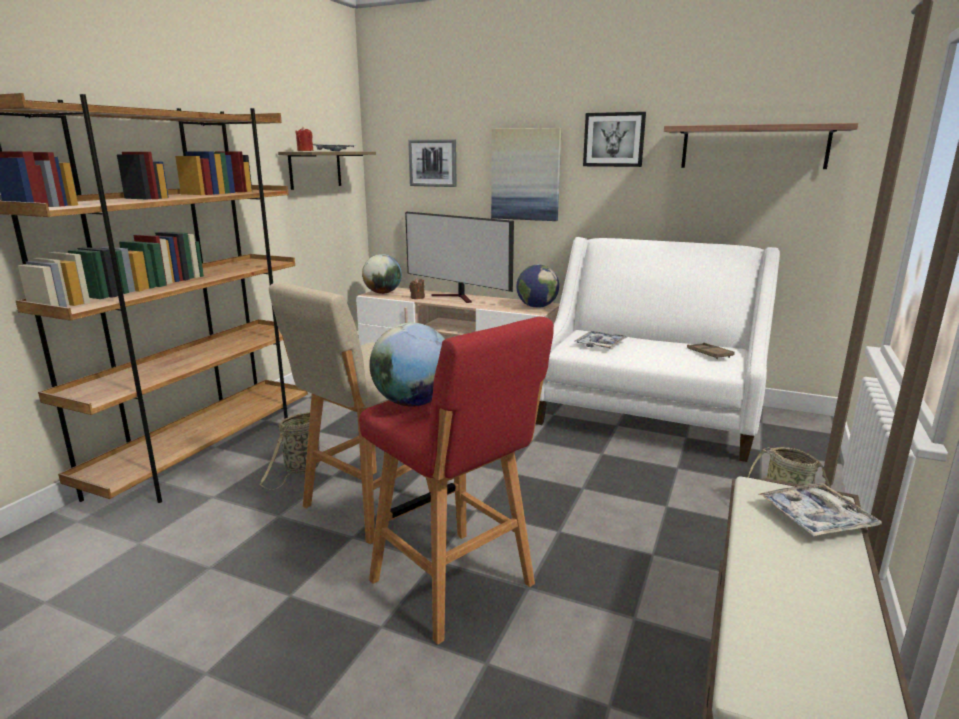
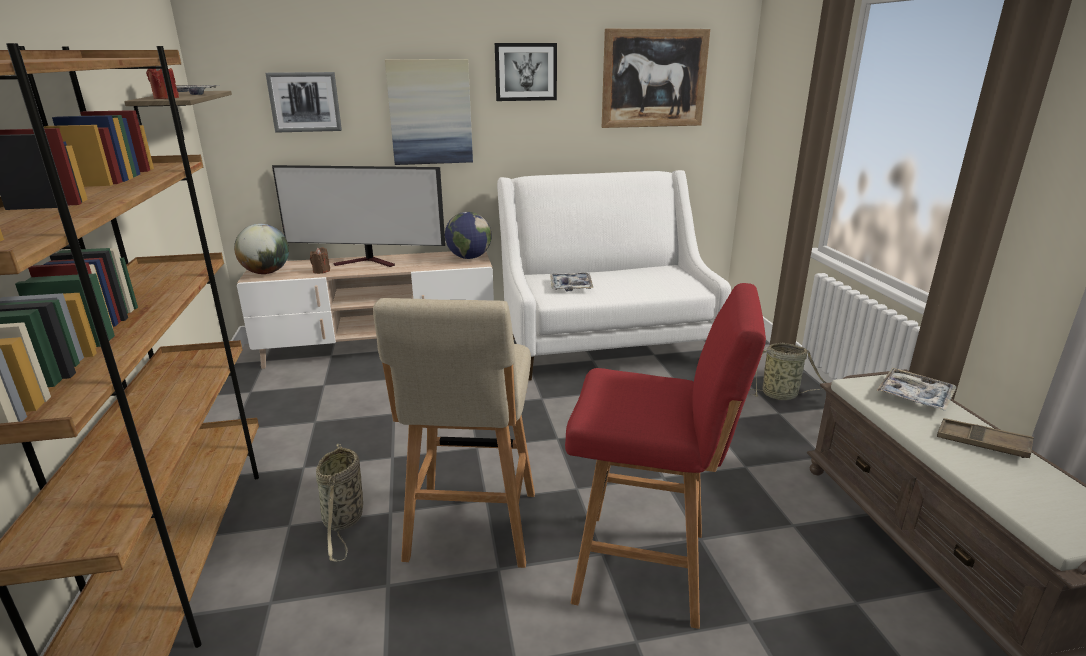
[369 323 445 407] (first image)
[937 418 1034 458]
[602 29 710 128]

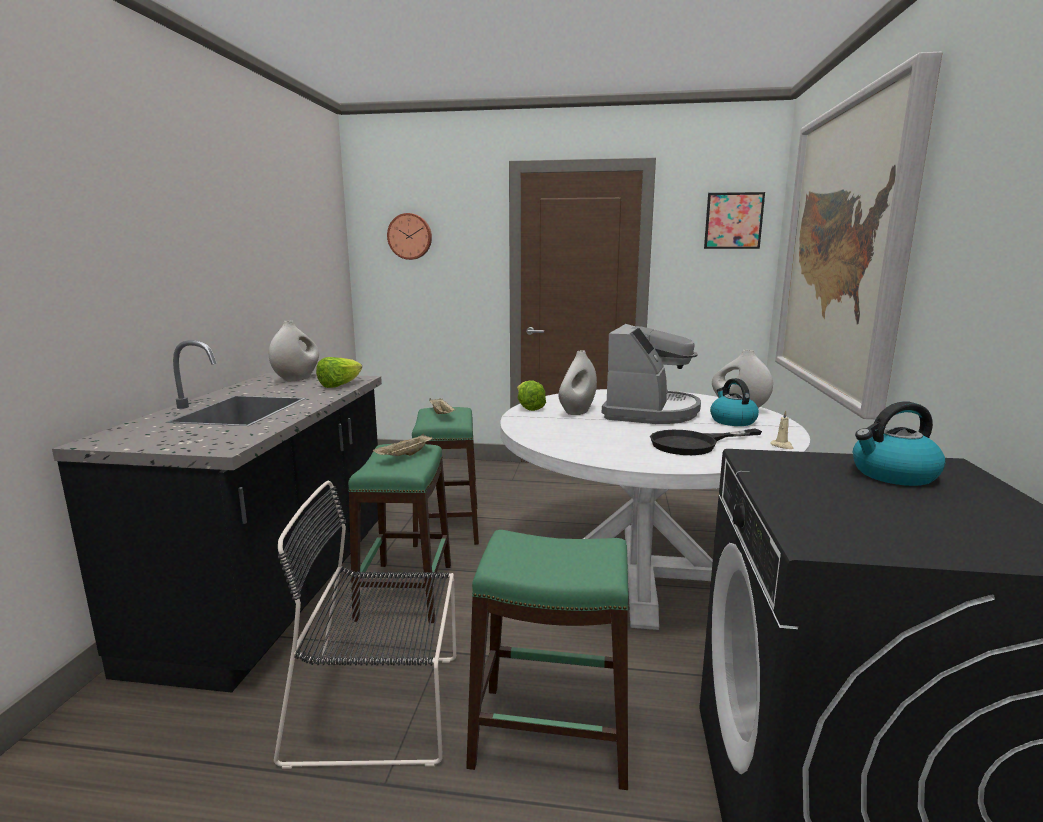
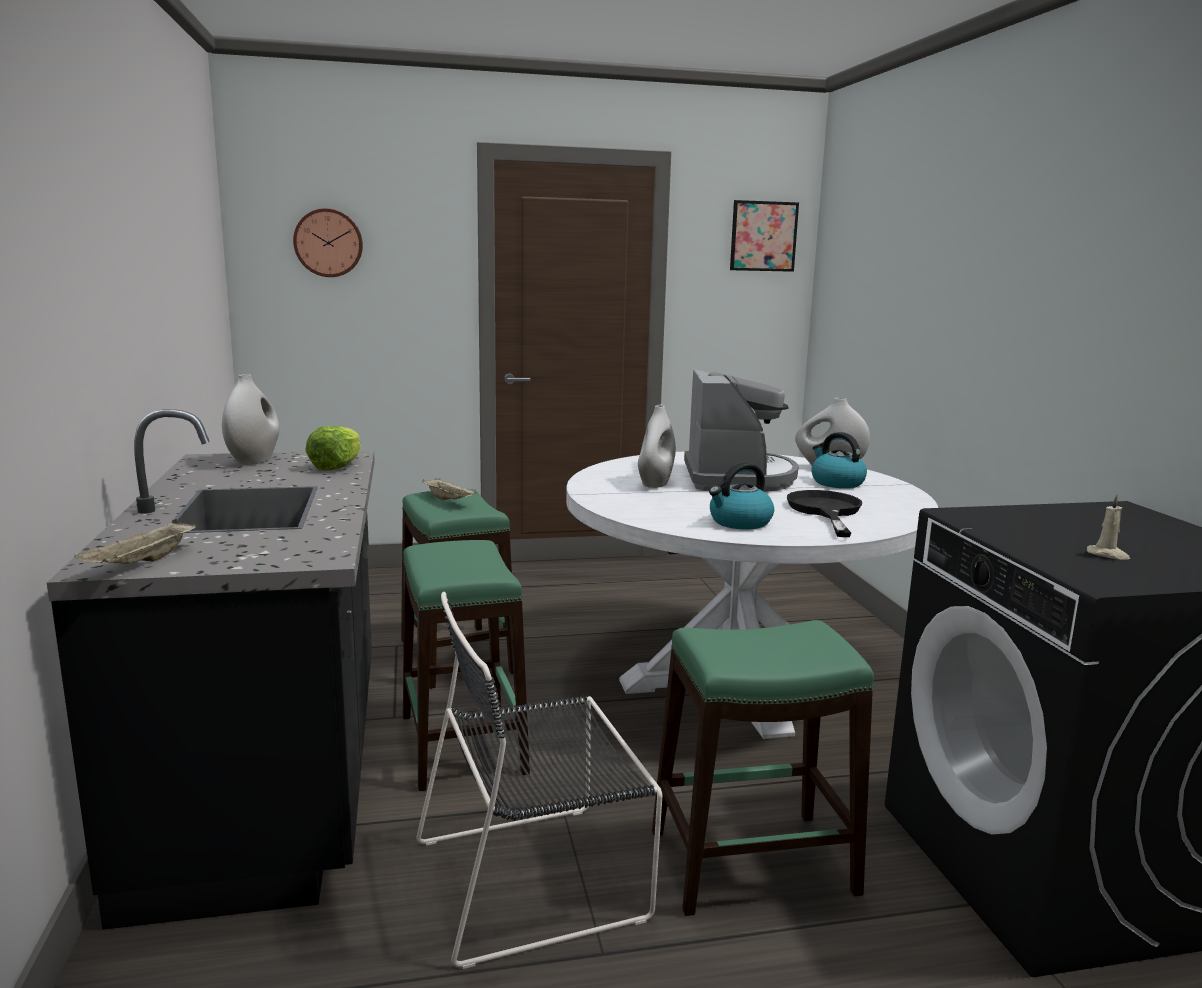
[517 380 546 411] (first image)
[775 52 943 419] (first image)
[74 519 196 564]
[1087 495 1130 560]
[709 462 774 530]
[787 490 862 537]

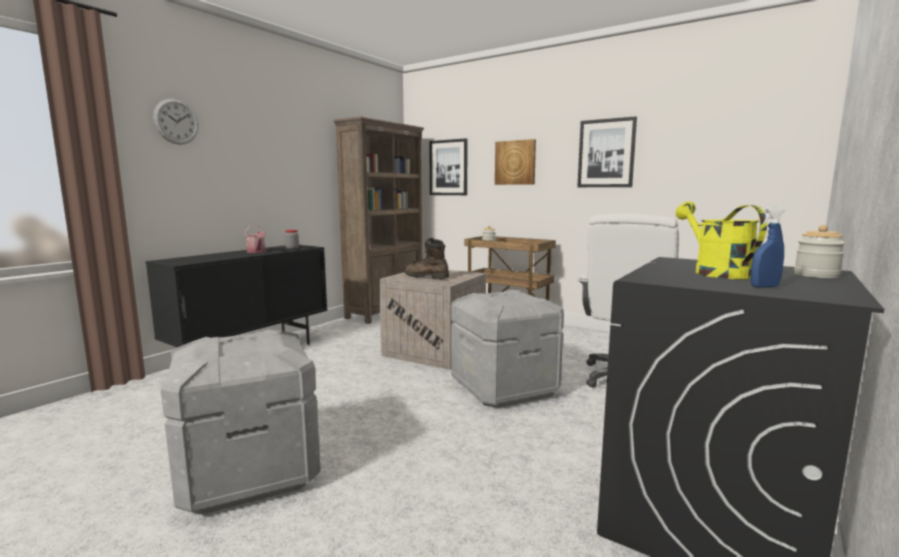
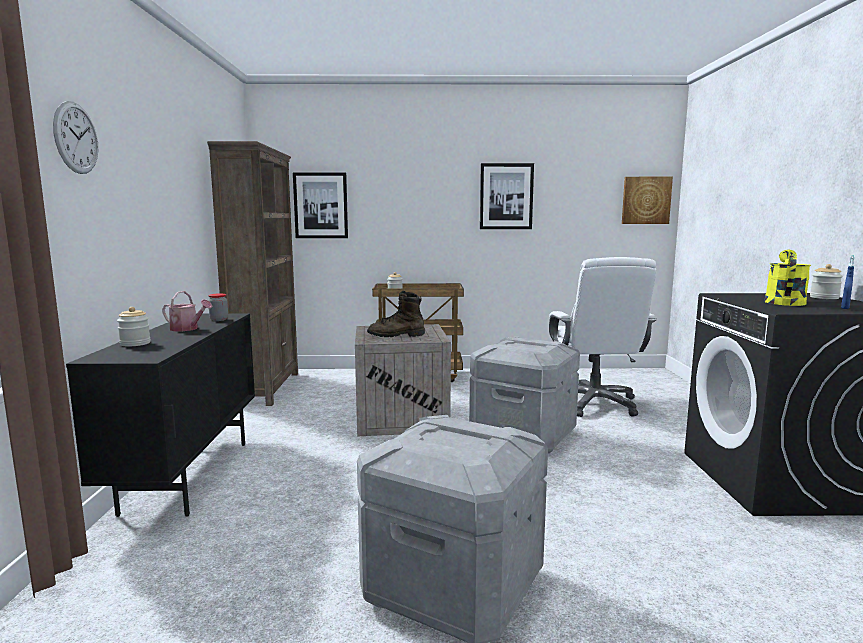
[117 307 151 347]
[622 177 673 224]
[765 250 811 306]

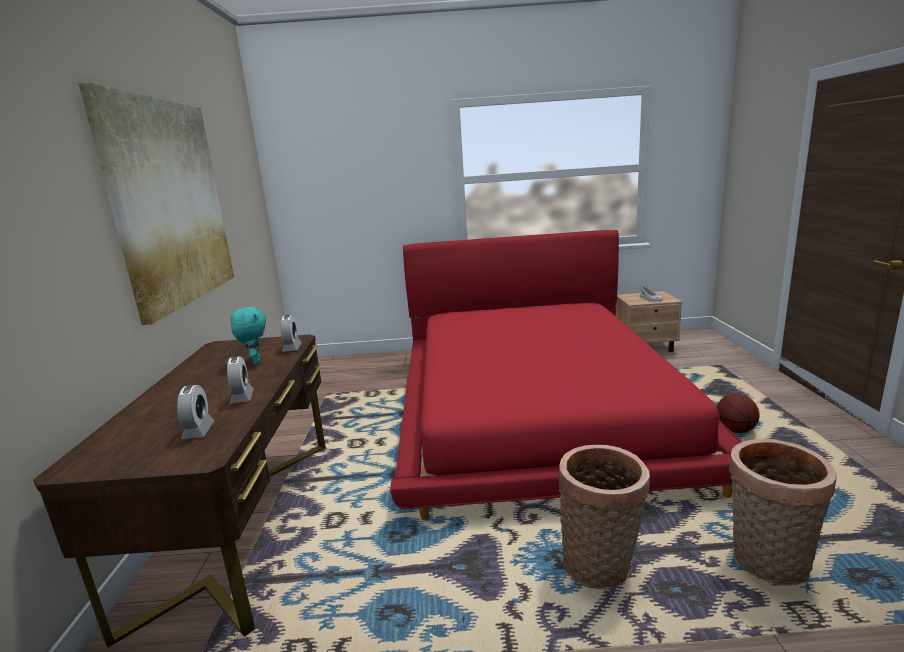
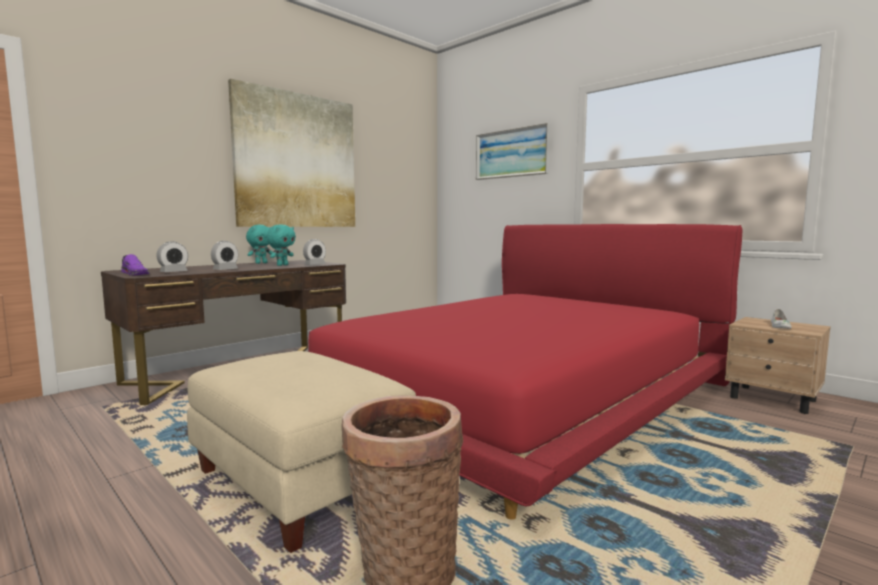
[717 394 760 433] (first image)
[121 254 150 276]
[246 225 273 264]
[476 123 550 180]
[187 351 416 553]

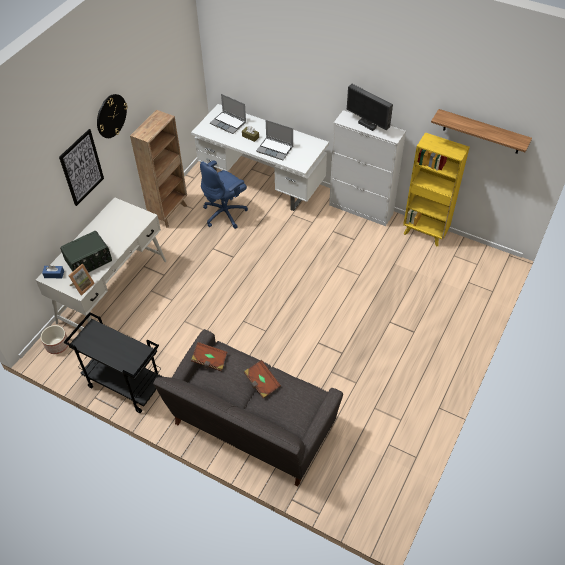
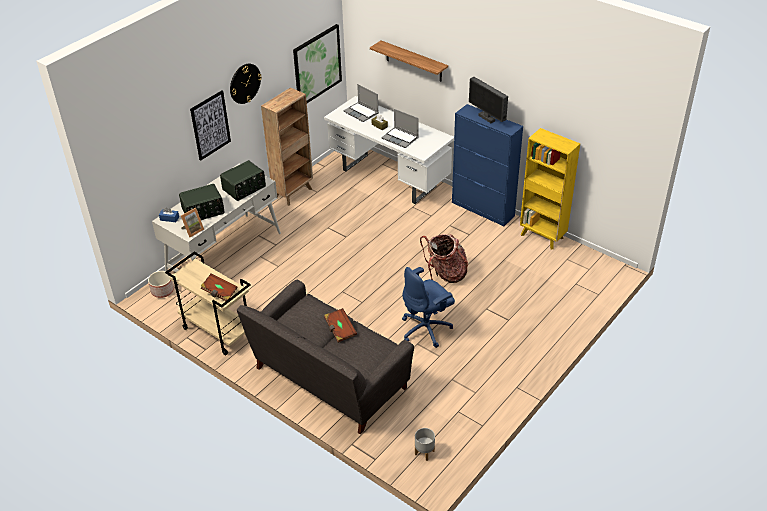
[220 160 266 201]
[293 24 342 103]
[415 428 435 461]
[420 234 468 283]
[201 273 237 301]
[402 267 455 348]
[370 40 448 81]
[165 252 251 355]
[452 104 523 226]

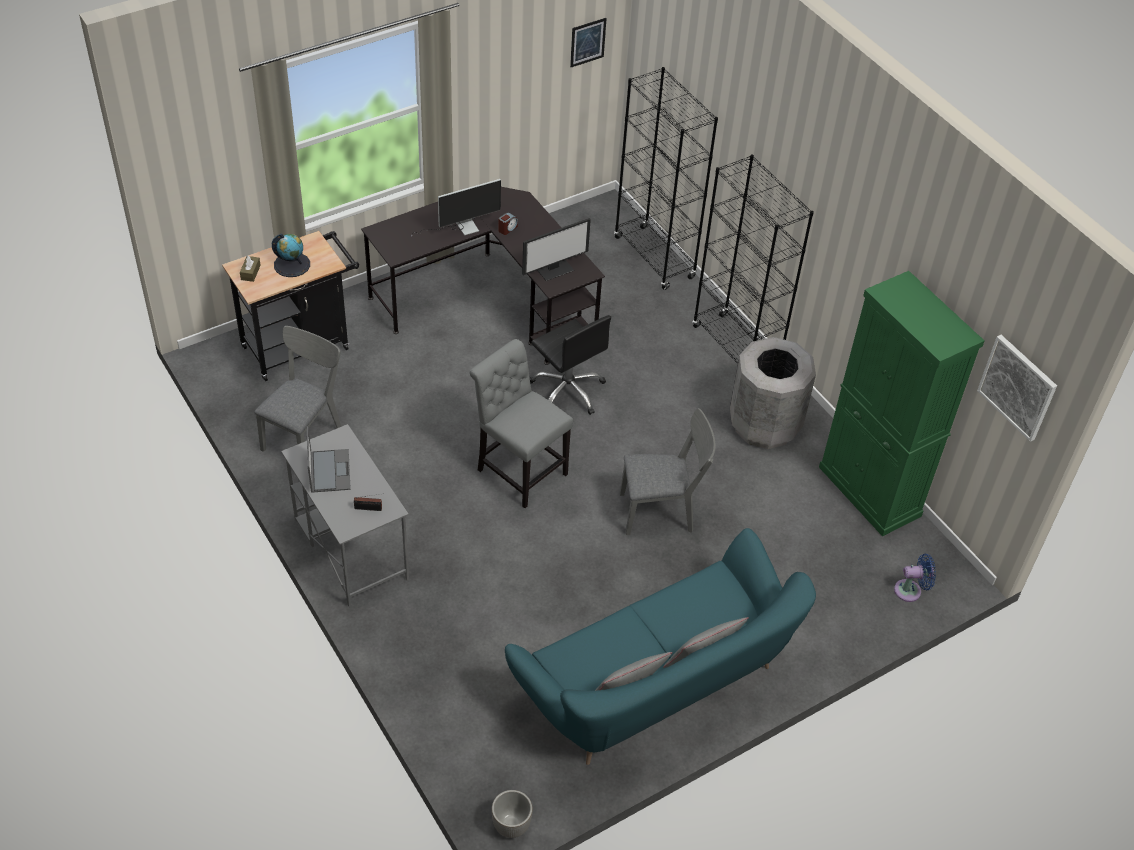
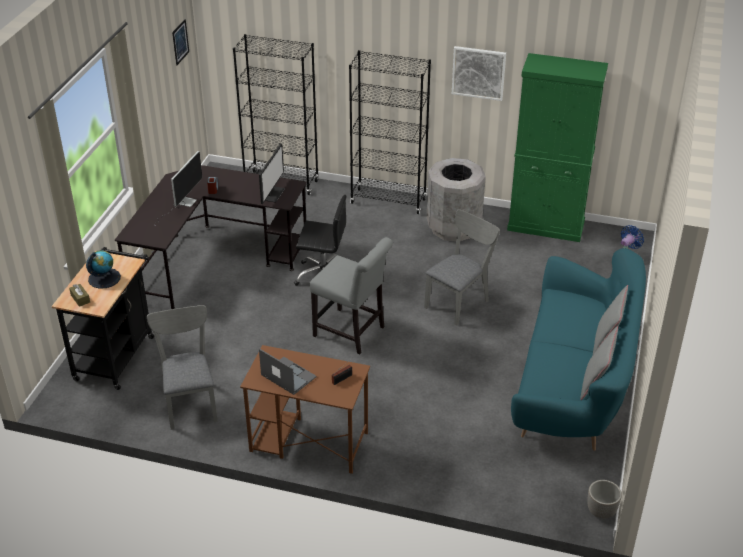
[452 46 506 101]
[240 345 370 474]
[309 237 393 354]

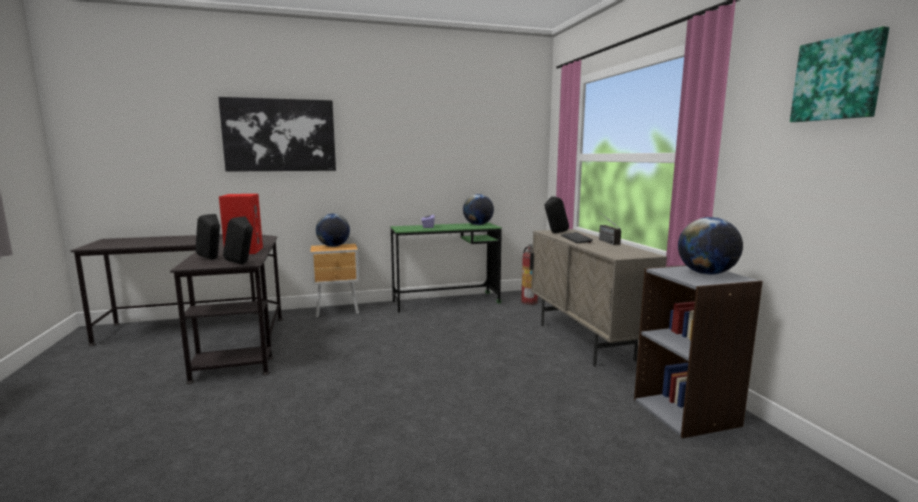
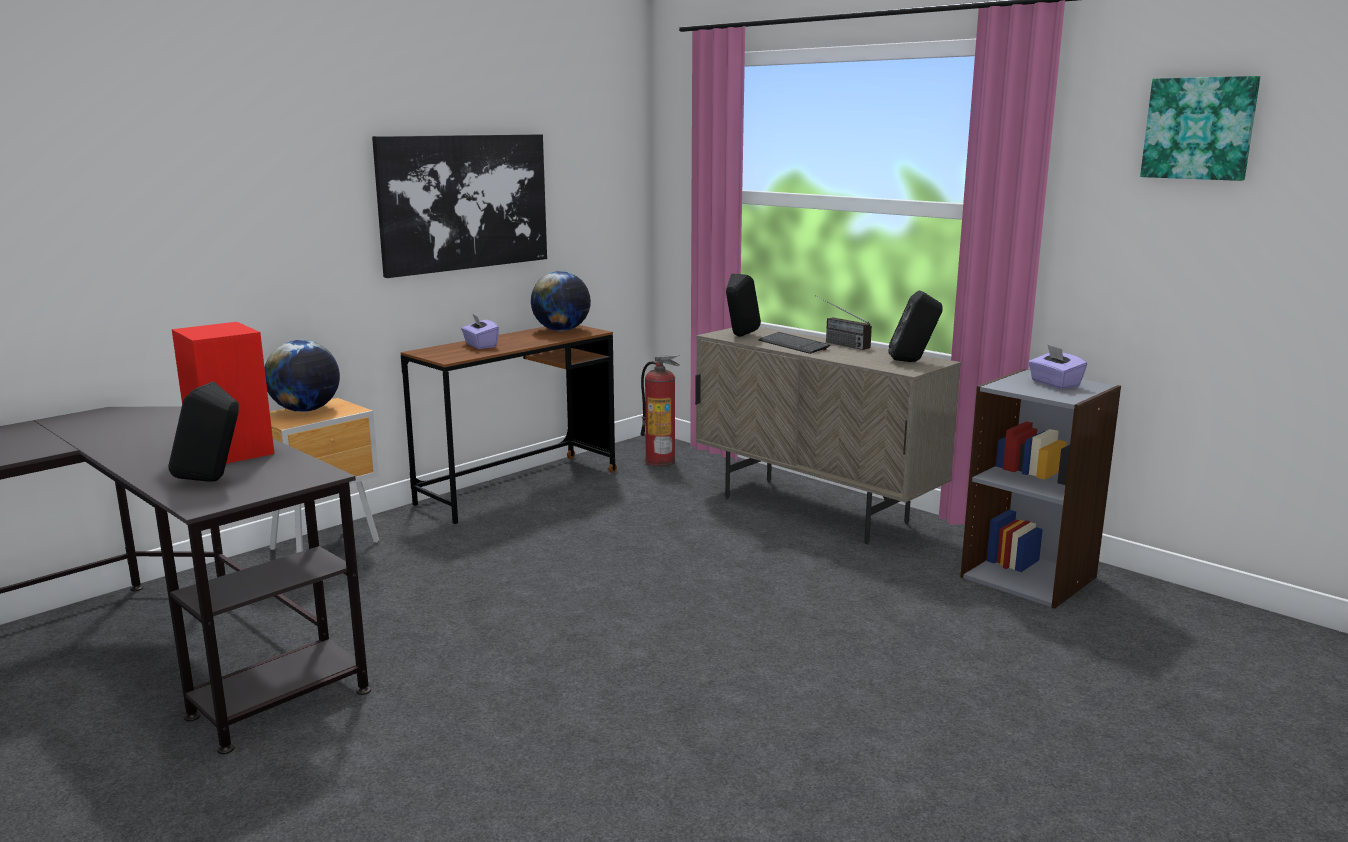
[372 134 547 278]
[888 291 943 362]
[1028 344 1087 389]
[401 325 617 524]

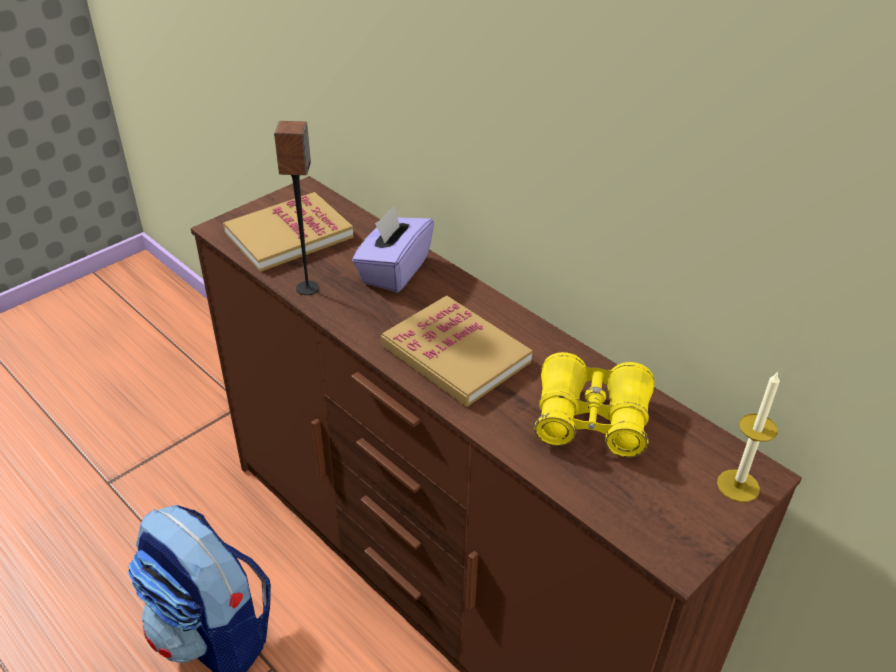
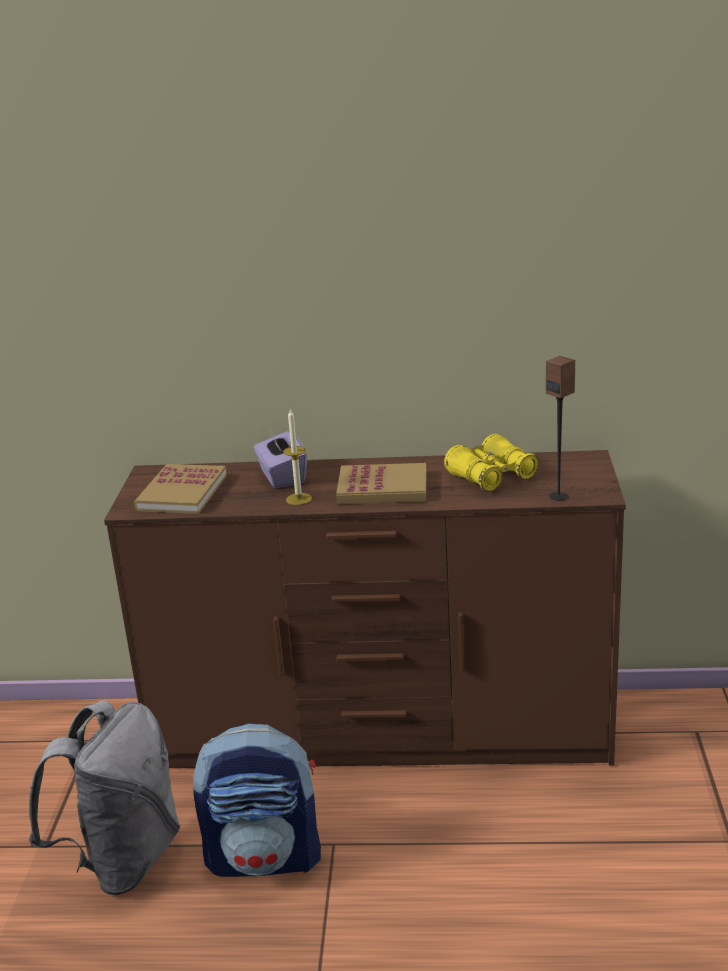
[29 700 180 895]
[546 356 575 501]
[283 409 312 505]

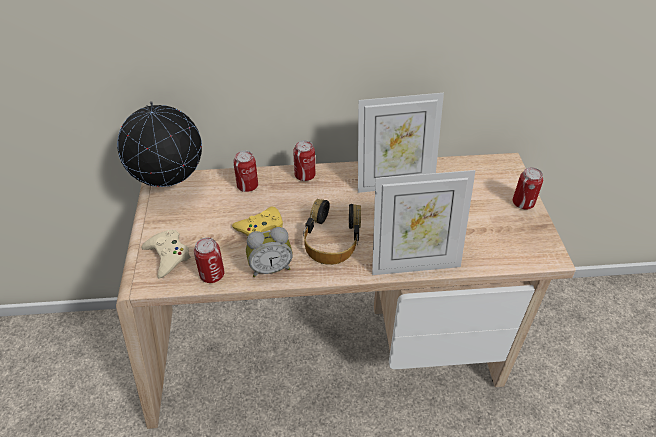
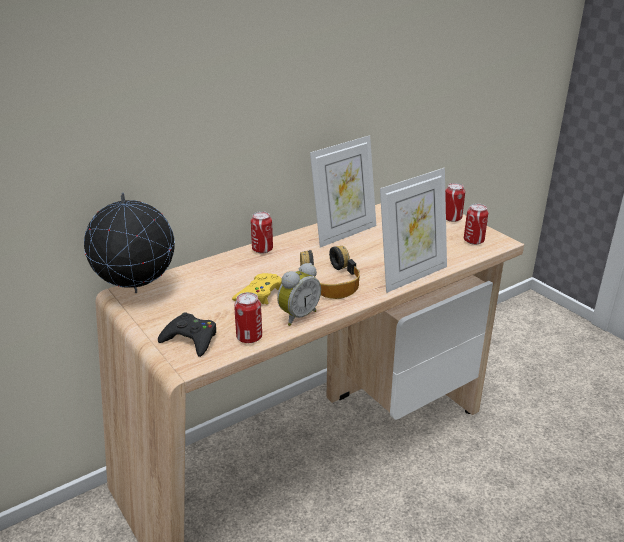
[464 203 488 245]
[158 312 216 357]

